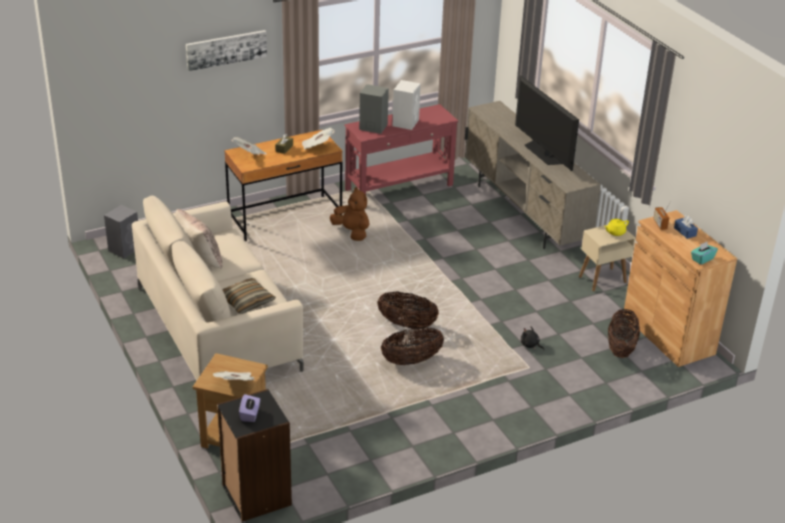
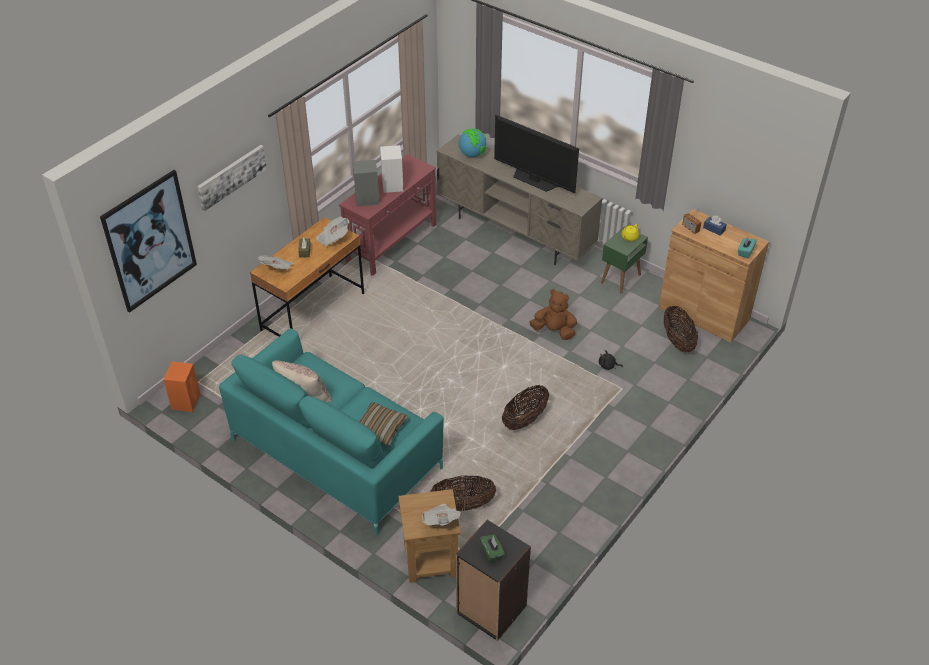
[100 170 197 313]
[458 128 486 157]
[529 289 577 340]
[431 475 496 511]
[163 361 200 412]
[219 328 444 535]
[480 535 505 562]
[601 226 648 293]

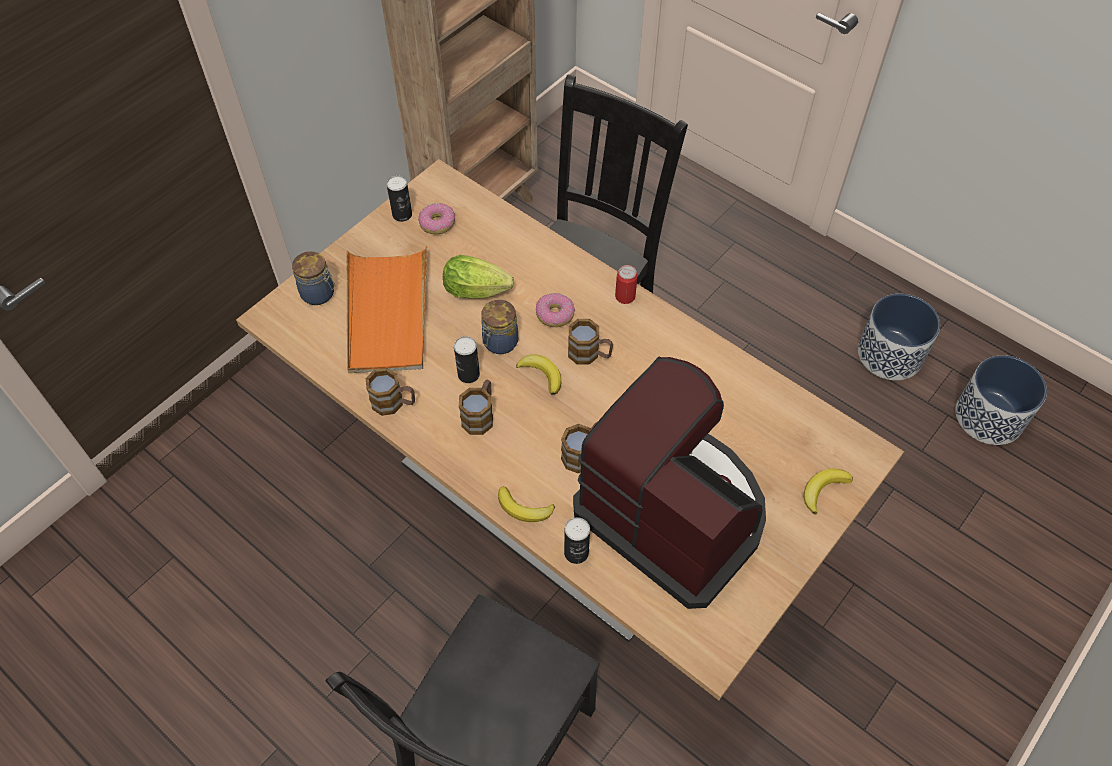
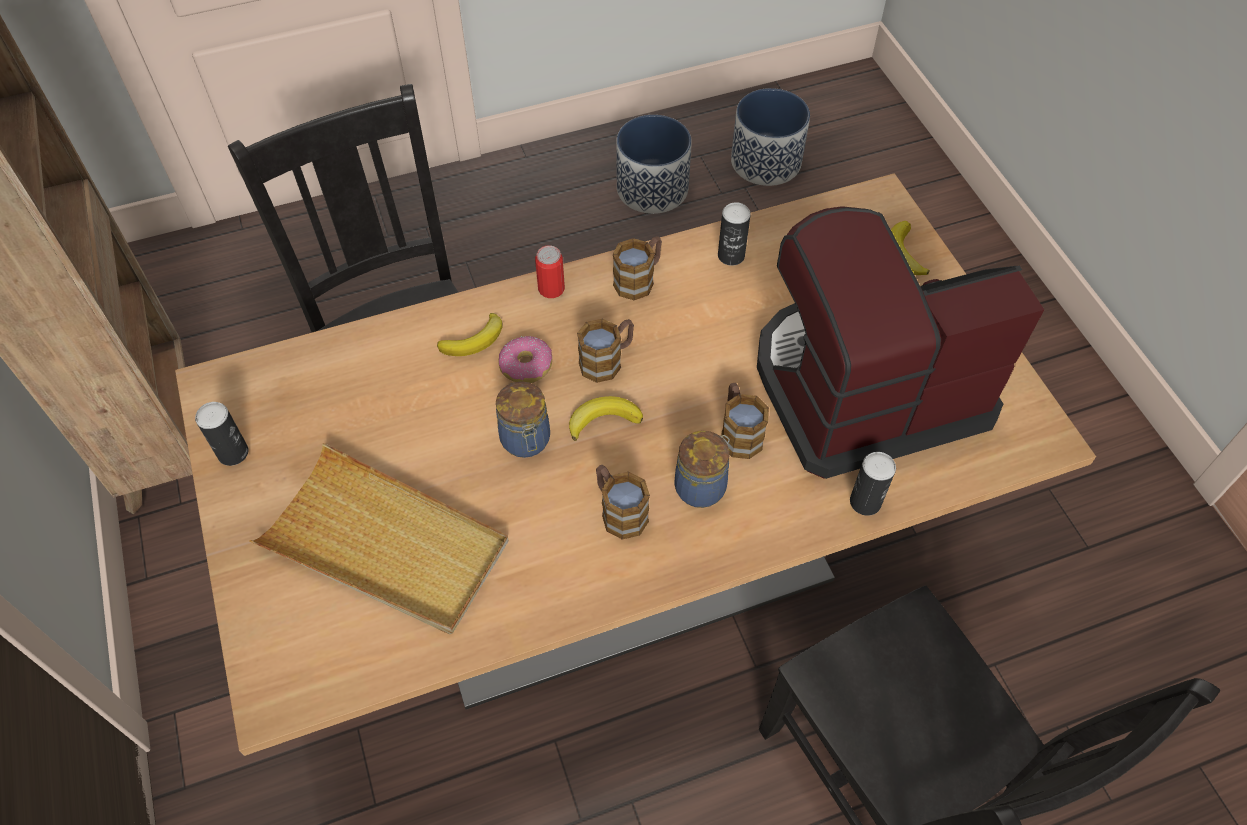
[418 203 455 234] (first image)
[443 255 514 299] (first image)
[674 431 730 508]
[613 236 662 300]
[718 202 751 266]
[437 313 502 356]
[249 443 509 634]

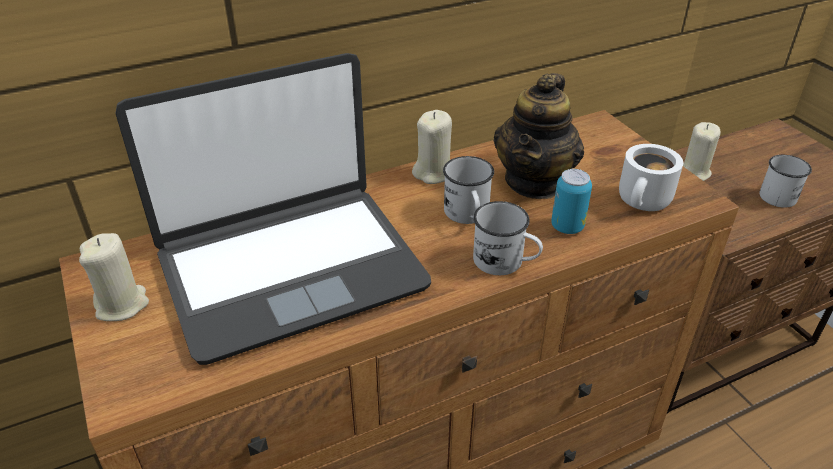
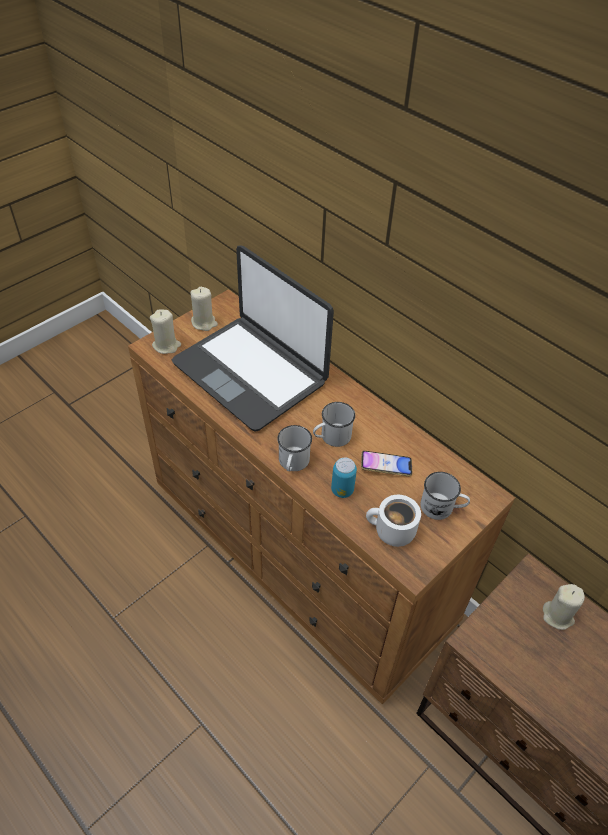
[150 310 181 354]
[420 472 470 520]
[361 451 412 476]

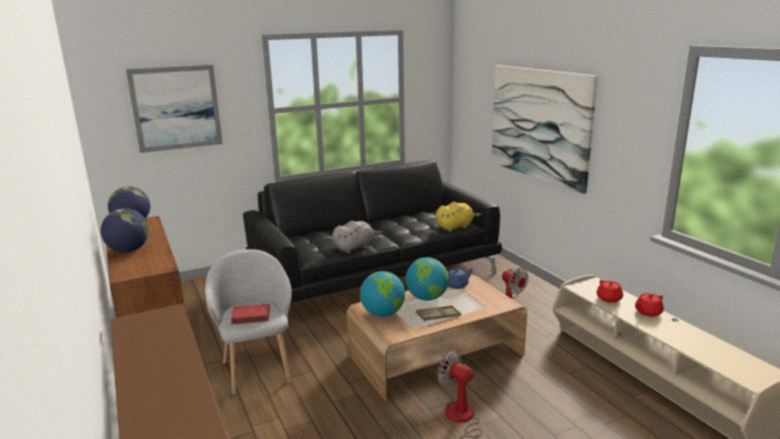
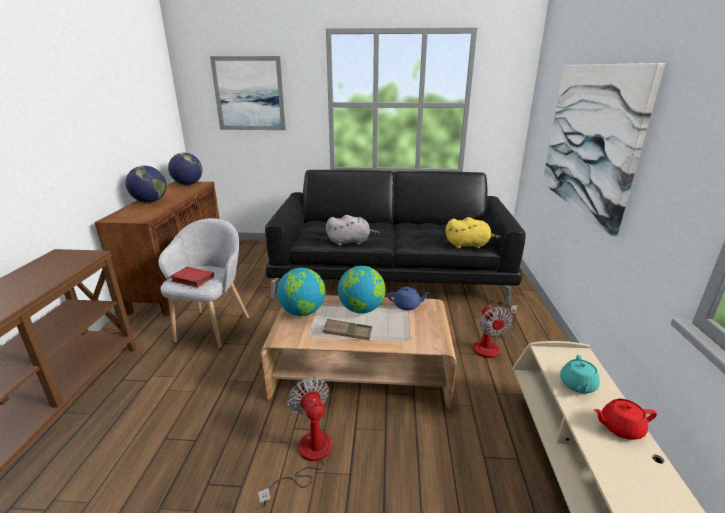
[560 355 600 393]

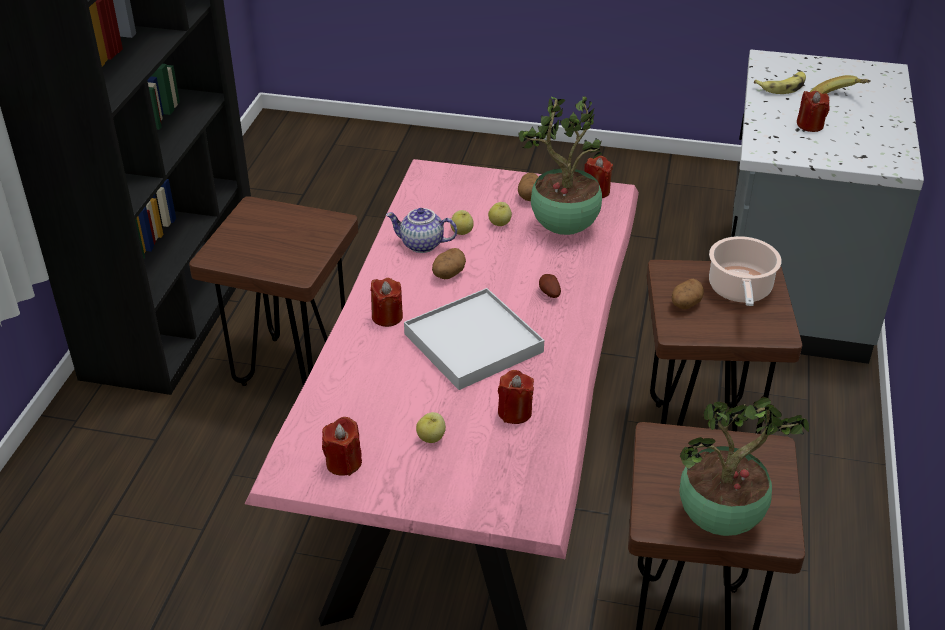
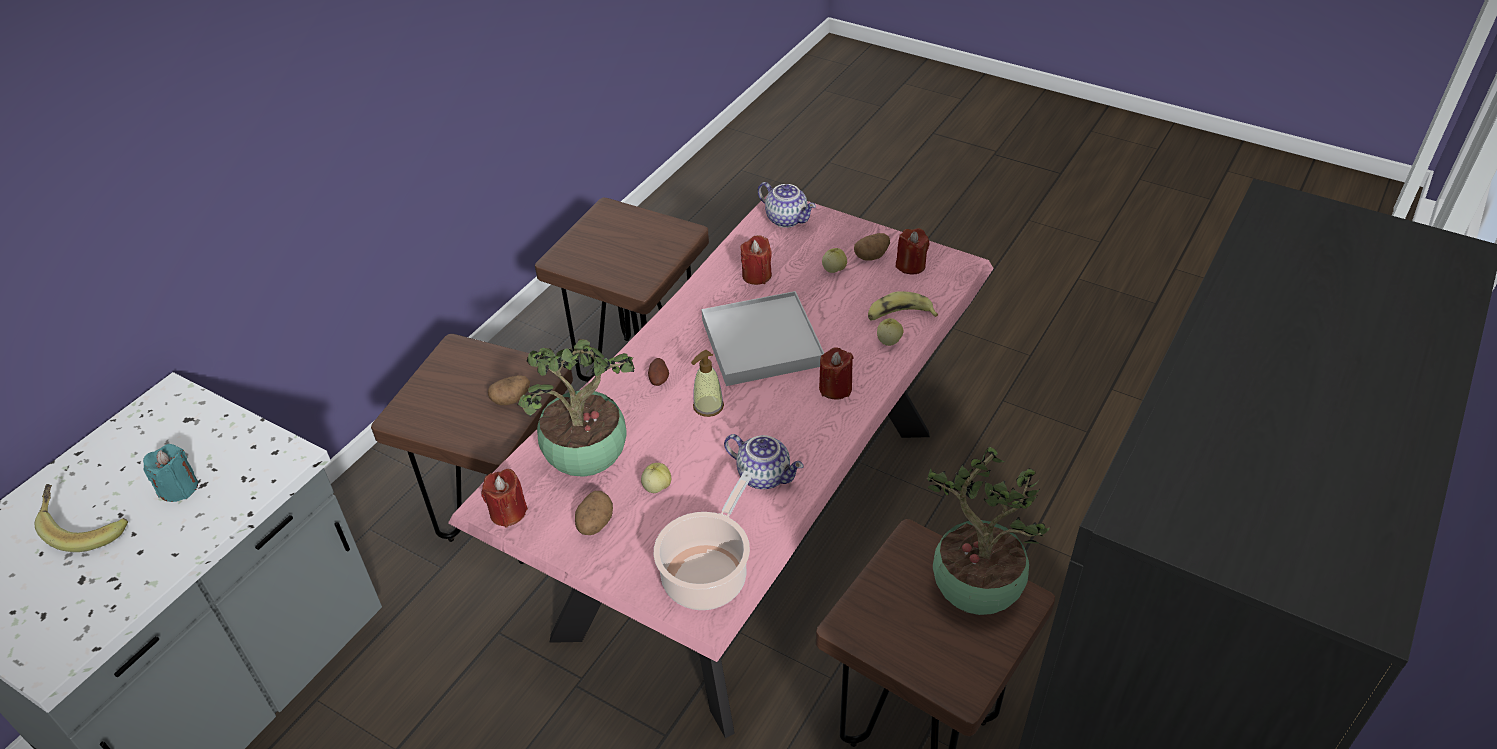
[691 350 724 417]
[758 182 816 228]
[854 233 890 261]
[877 318 903 346]
[926 447 1051 615]
[654 471 753 610]
[868 291 938 320]
[143 444 198 502]

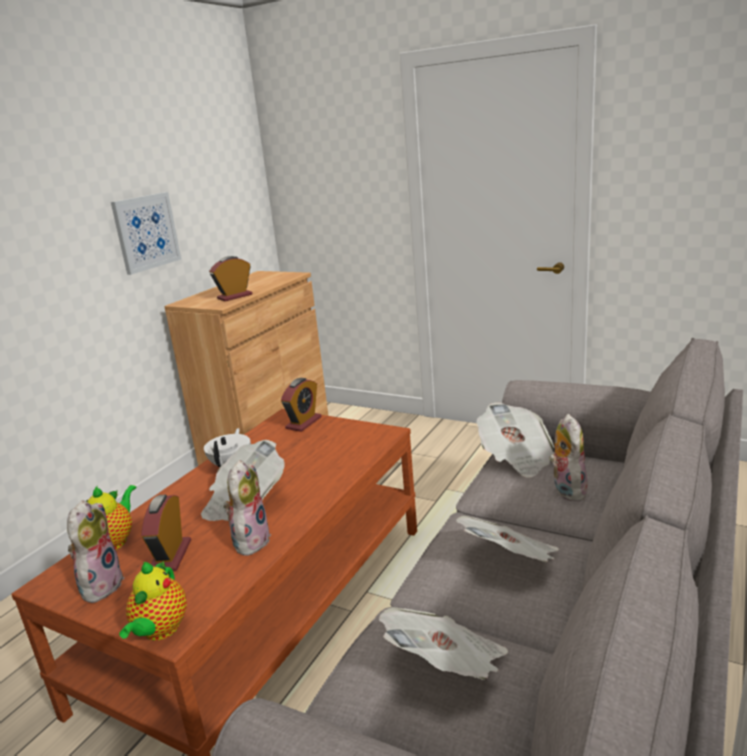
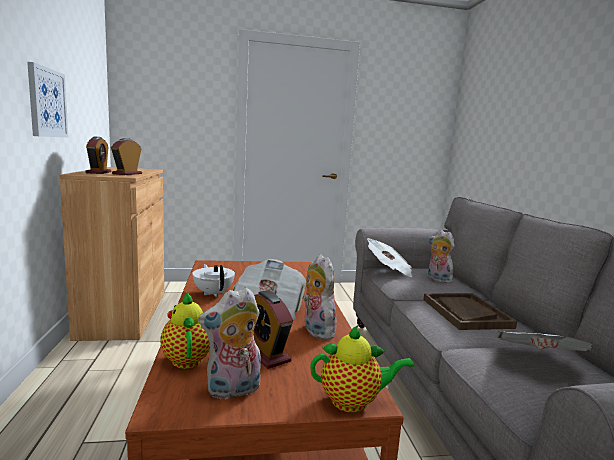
[86 136 111 174]
[423 293 517 330]
[198 287 261 399]
[310 325 415 412]

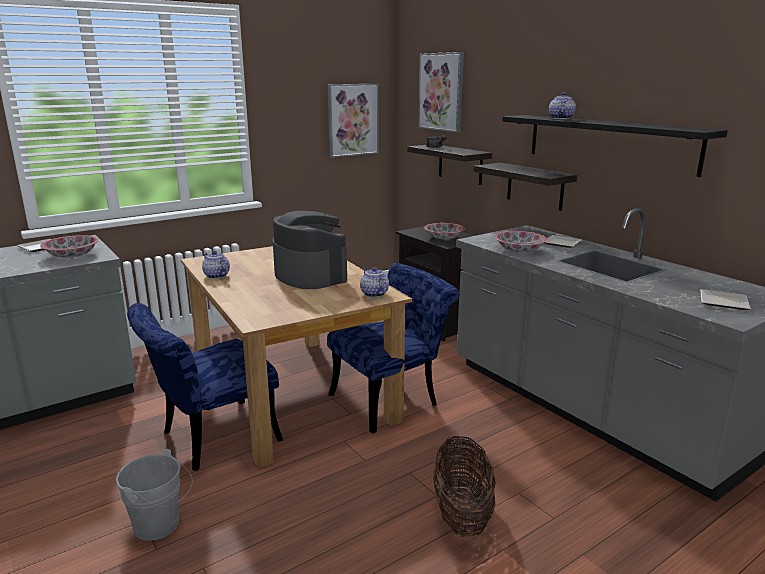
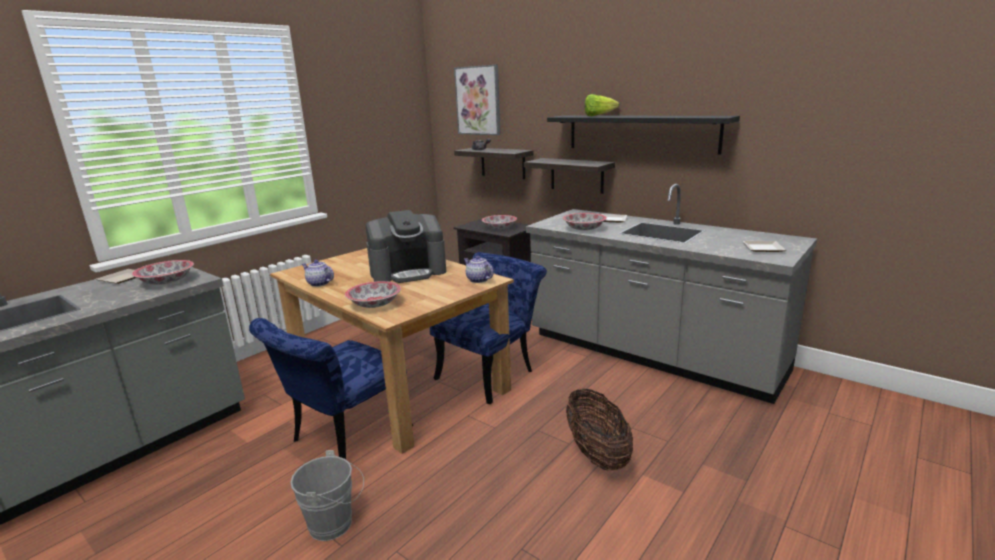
[327 84 379 158] (first image)
[345 281 401 308]
[585 94 620 116]
[366 210 446 283]

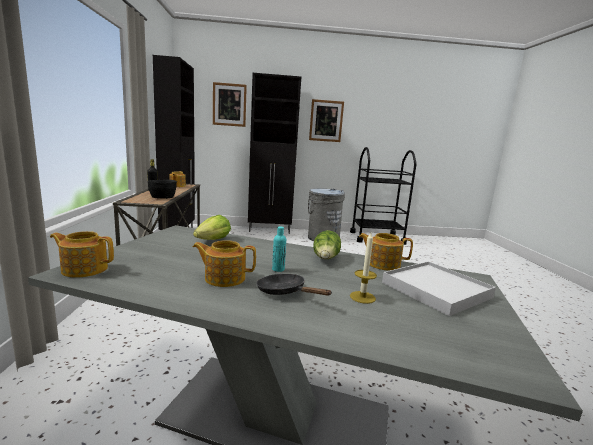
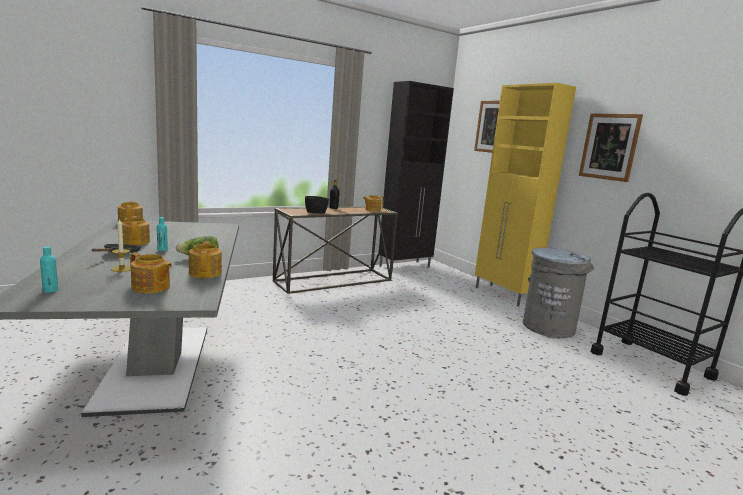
[193 215 231 240] (first image)
[40 246 58 293]
[130 253 172 294]
[475 83 576 307]

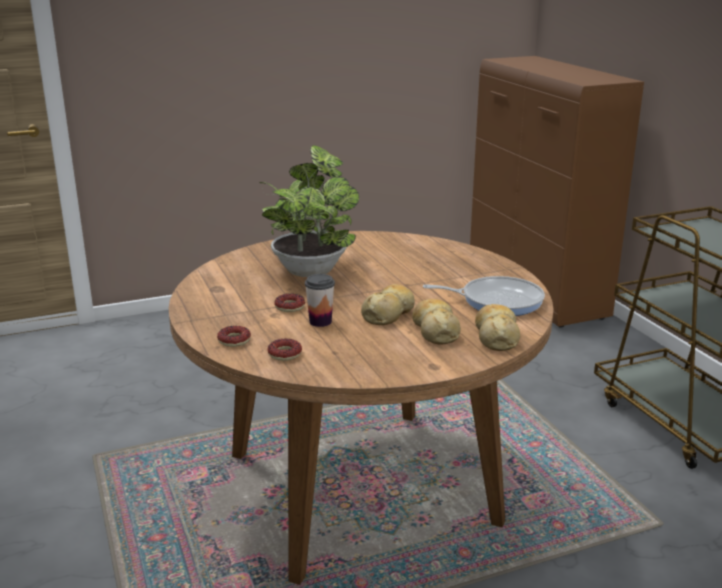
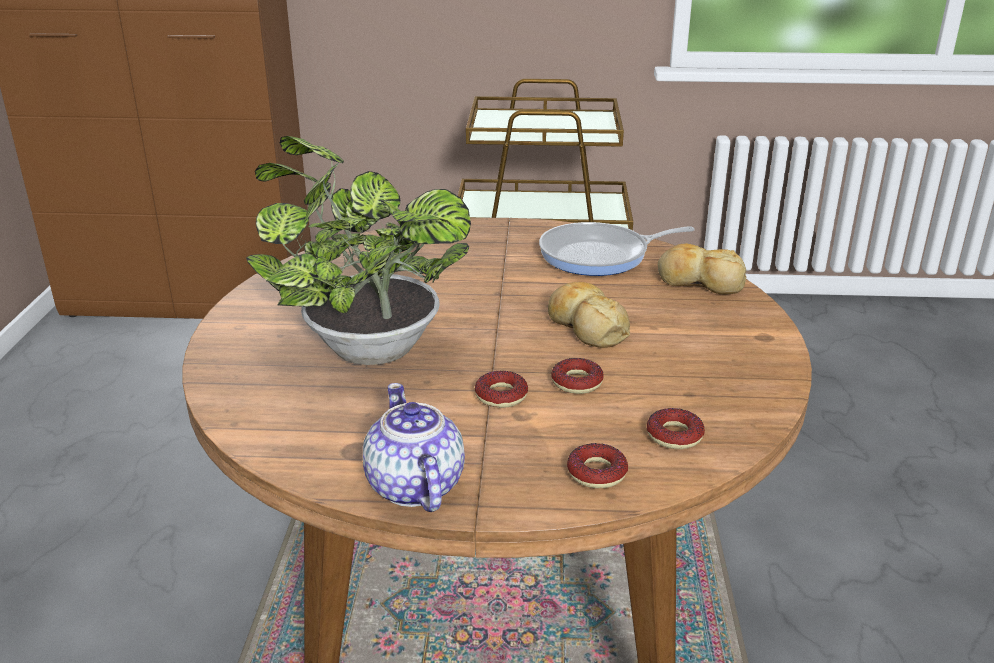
[412 299 461 344] (first image)
[363 383 465 512]
[551 358 603 394]
[539 222 695 276]

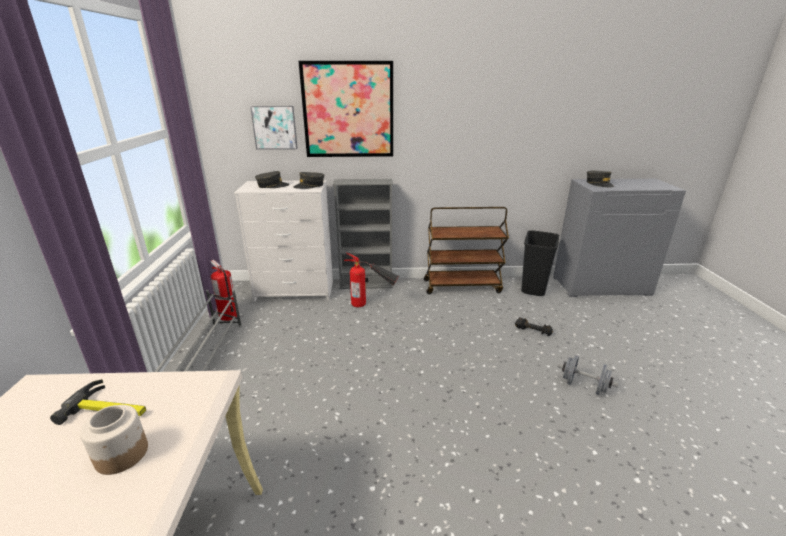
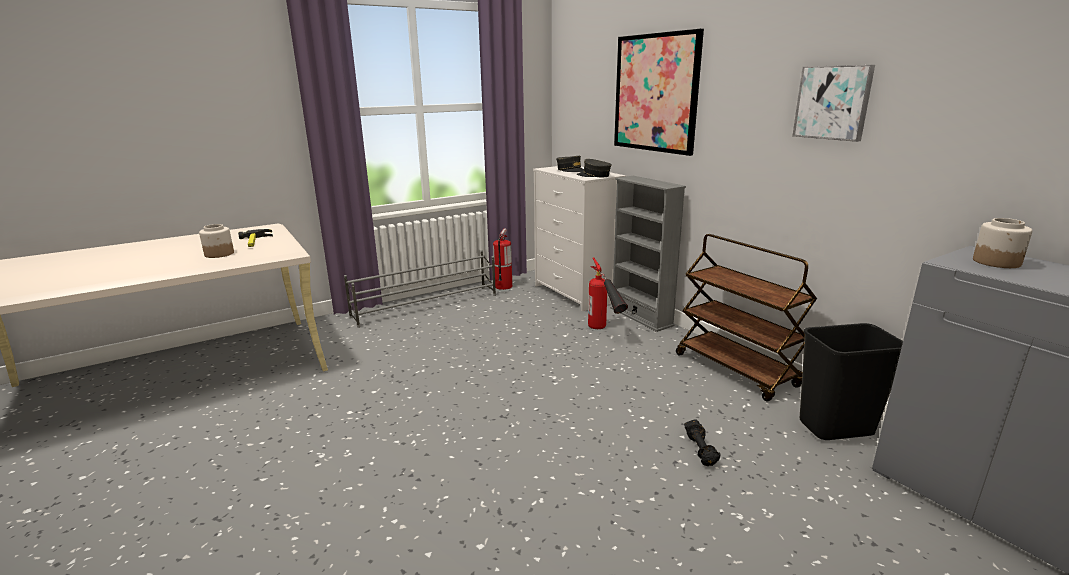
[557 355 619 395] (first image)
[792 65 875 142]
[973 218 1032 268]

